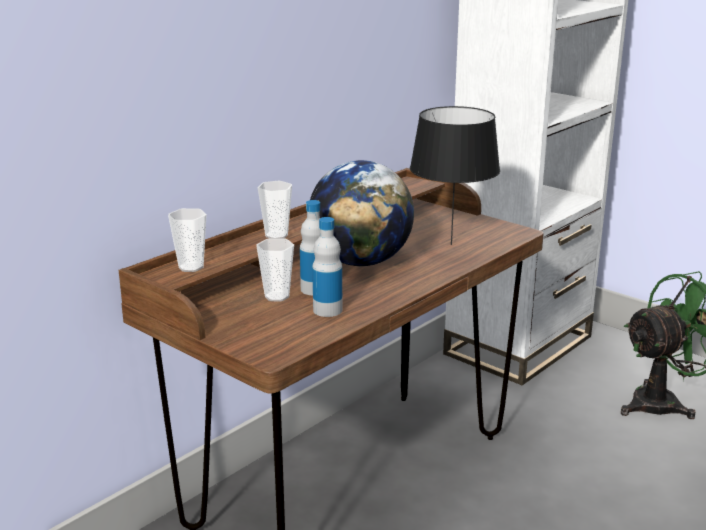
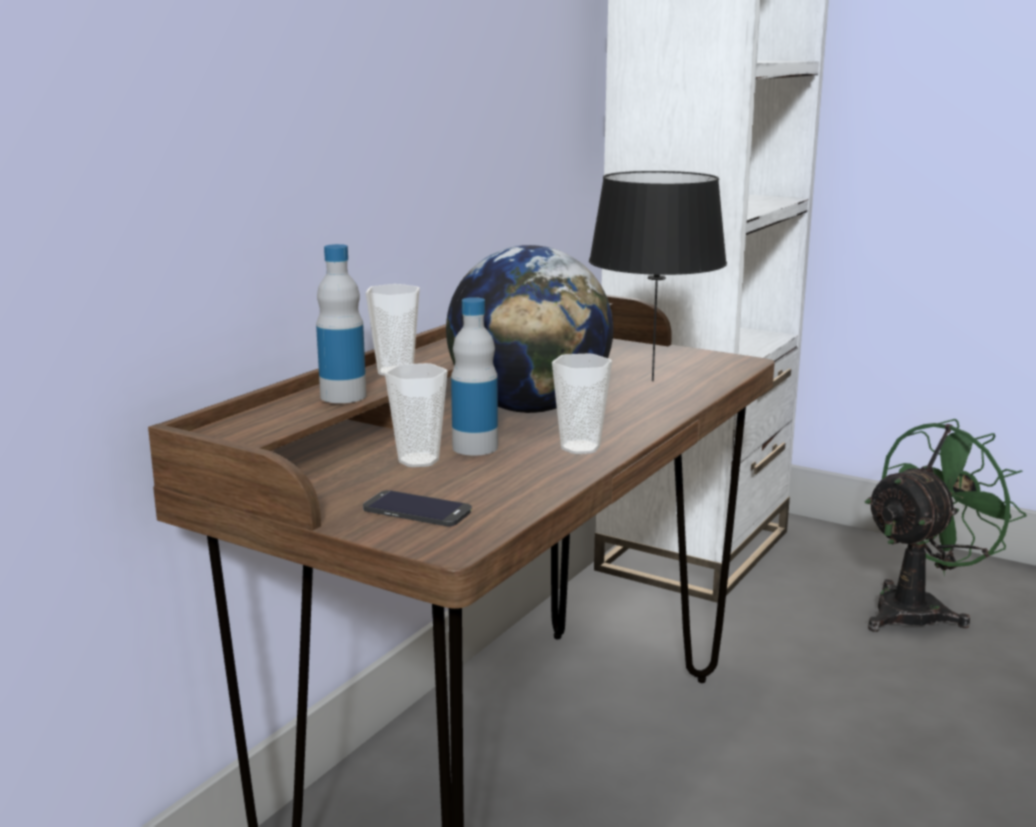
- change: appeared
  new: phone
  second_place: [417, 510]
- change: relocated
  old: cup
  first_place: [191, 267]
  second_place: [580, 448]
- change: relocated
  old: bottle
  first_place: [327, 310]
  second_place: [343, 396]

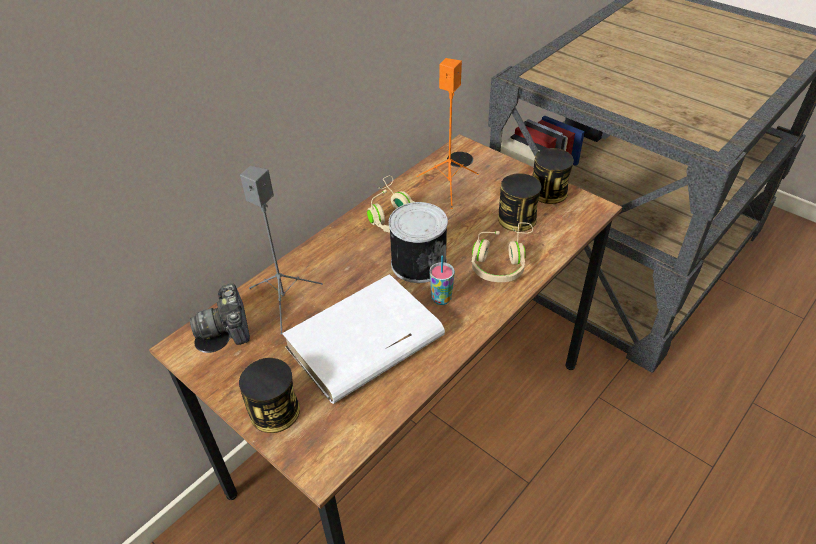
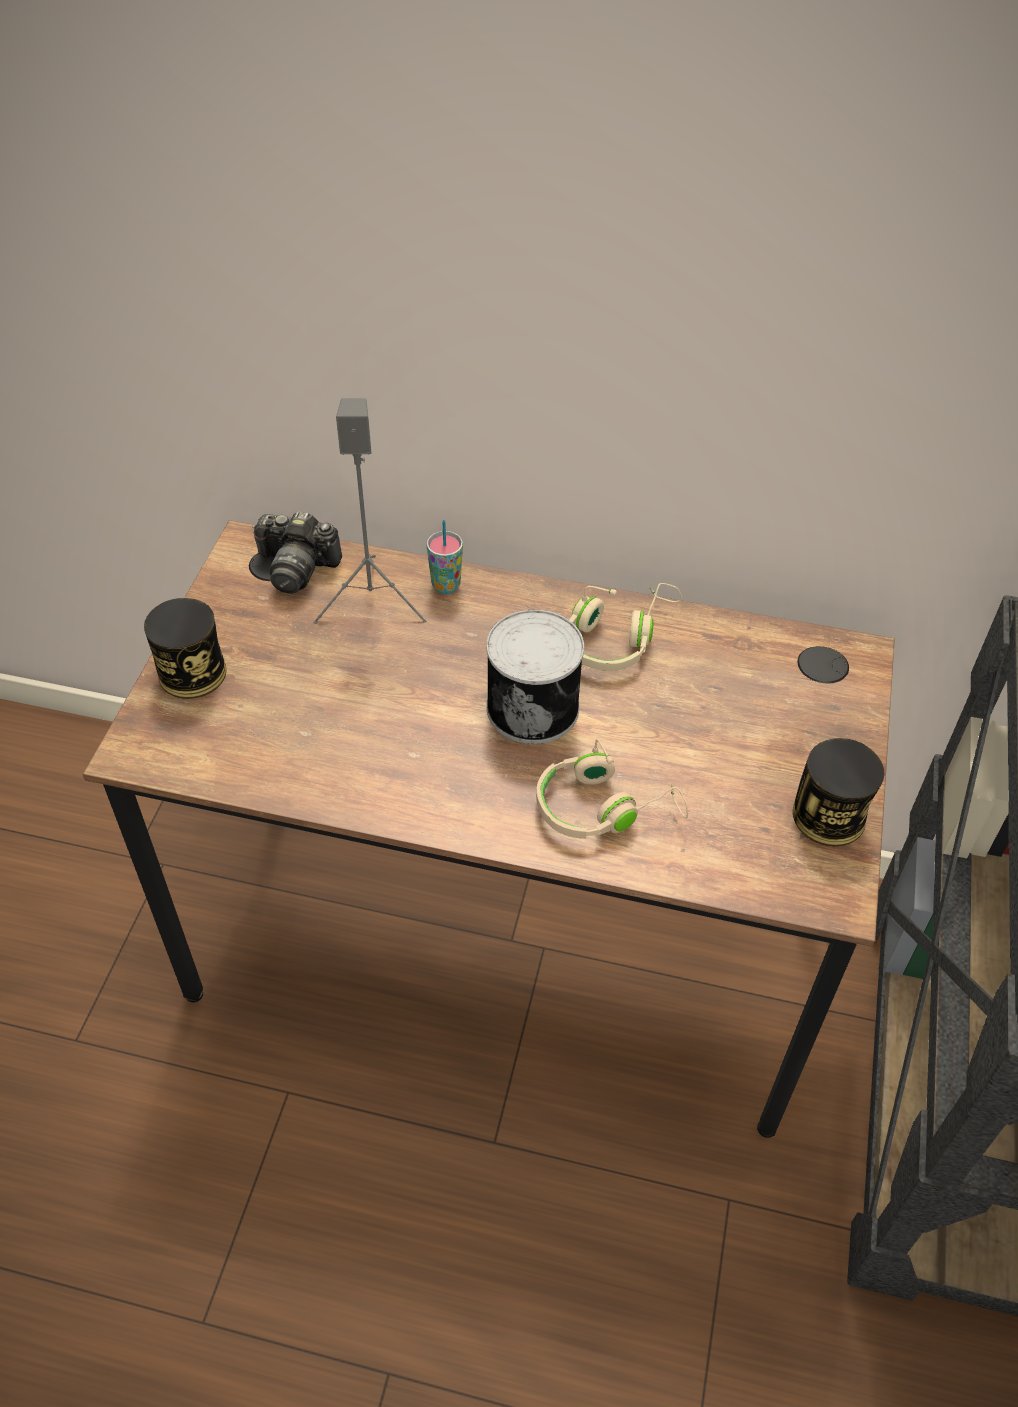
- change: missing
  old: white_book
  first_place: [363, 343]
- change: missing
  old: orange_speaker
  first_place: [449, 185]
- change: missing
  old: can
  first_place: [517, 219]
- change: relocated
  old: cup
  first_place: [441, 299]
  second_place: [446, 585]
- change: spun
  old: photo_camera
  first_place: [227, 327]
  second_place: [297, 567]
  degrees: -120

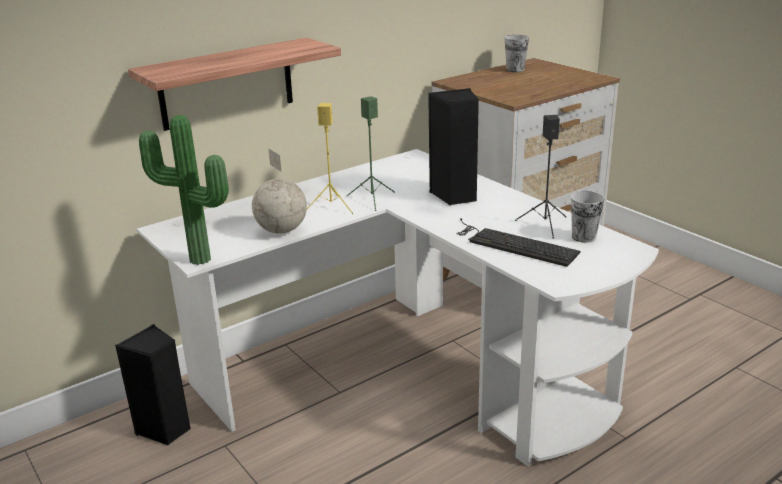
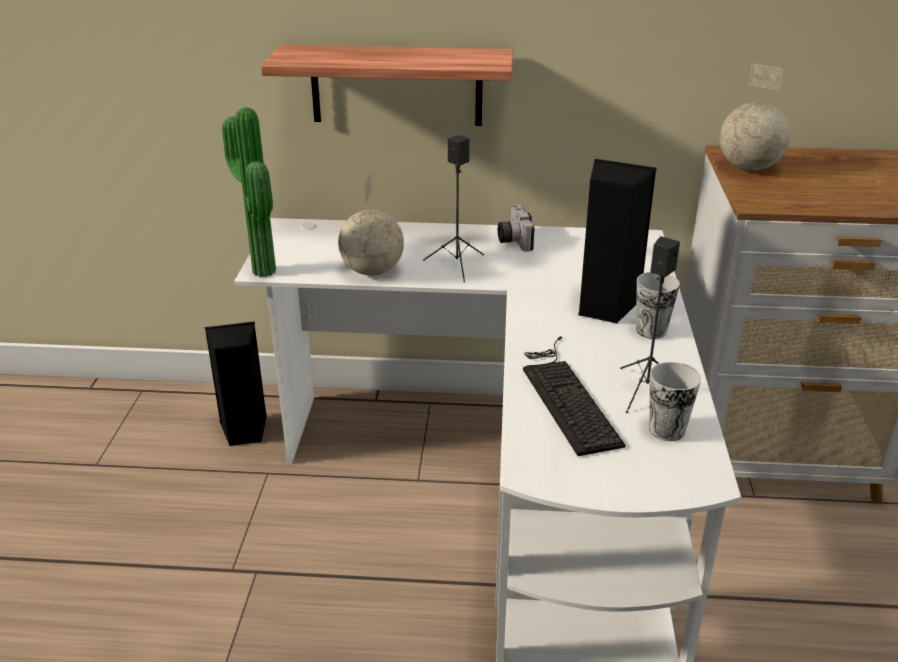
- change: missing
  old: green_speaker
  first_place: [372, 199]
- change: appeared
  new: photo_camera
  second_place: [512, 240]
- change: appeared
  new: globe
  second_place: [749, 168]
- change: relocated
  old: cup
  first_place: [515, 70]
  second_place: [651, 331]
- change: colour
  old: yellow_speaker
  new: black_speaker
  first_place: [332, 207]
  second_place: [457, 265]

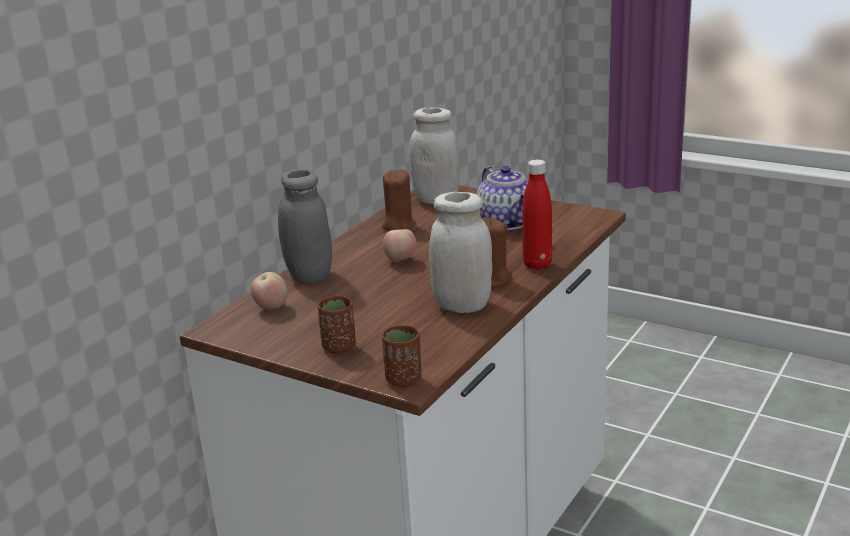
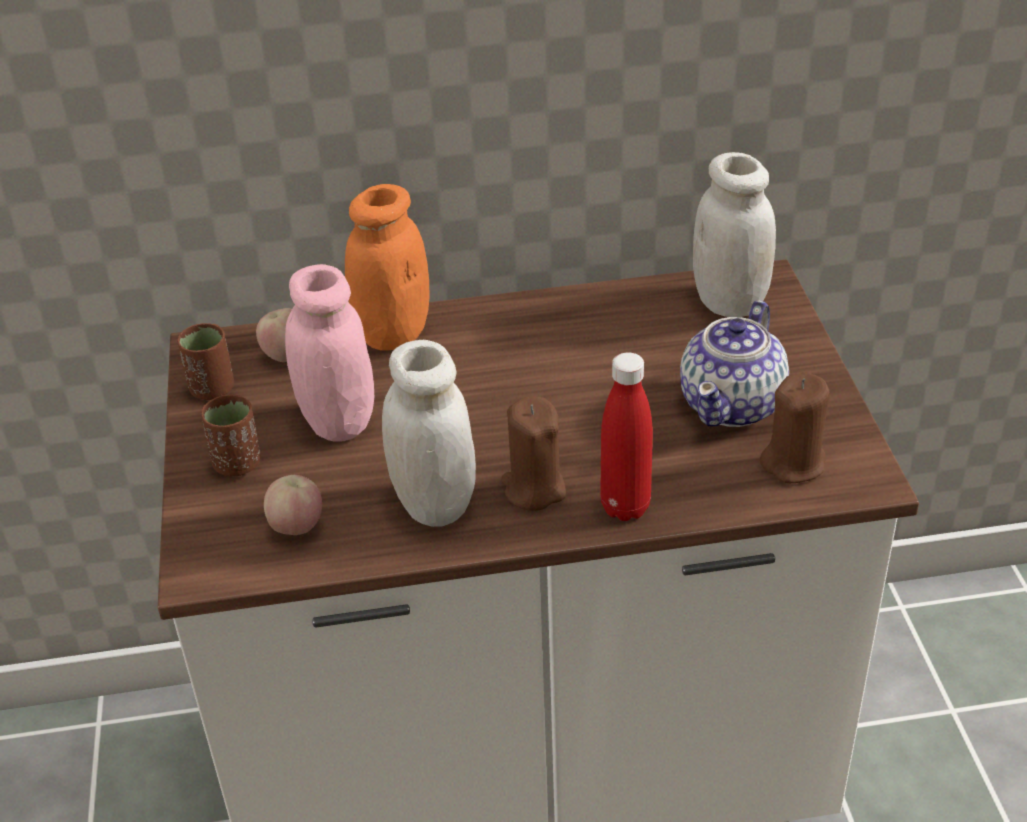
- change: appeared
  new: pink_jar
  second_place: [338, 421]
- change: relocated
  old: brown_candle
  first_place: [398, 225]
  second_place: [793, 463]
- change: relocated
  old: brown_cup
  first_place: [403, 379]
  second_place: [212, 389]
- change: relocated
  old: apple
  first_place: [400, 260]
  second_place: [297, 527]
- change: colour
  old: grey_jar
  new: orange_jar
  first_place: [309, 275]
  second_place: [393, 334]

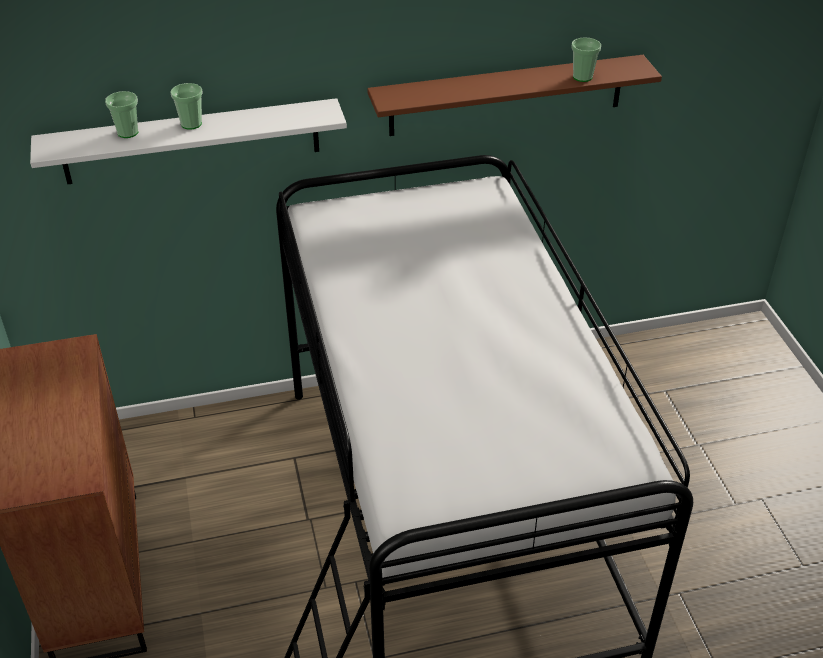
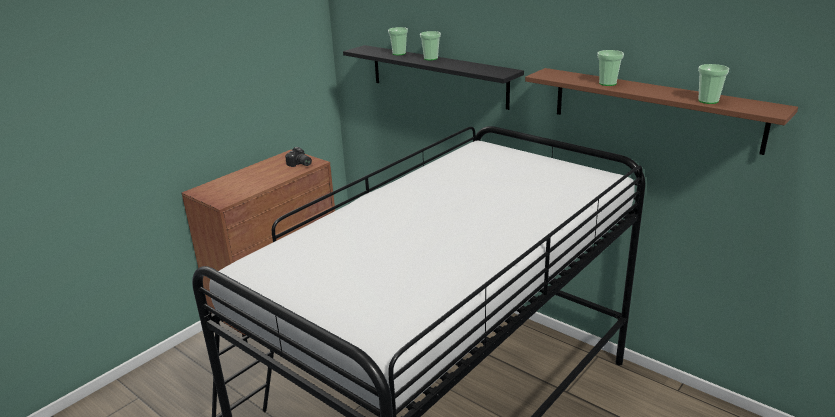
- change: appeared
  new: photo_camera
  second_place: [300, 164]
- change: appeared
  new: cup
  second_place: [607, 83]
- change: colour
  old: white_shelf
  new: black_shelf
  first_place: [191, 141]
  second_place: [437, 76]

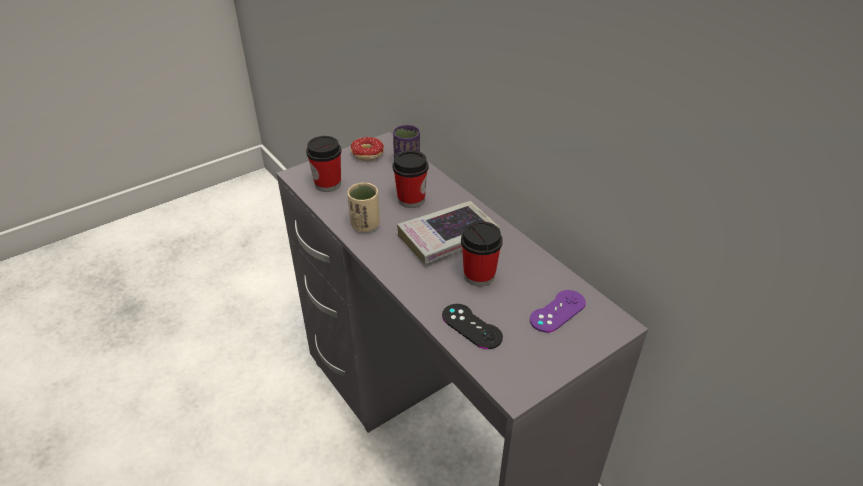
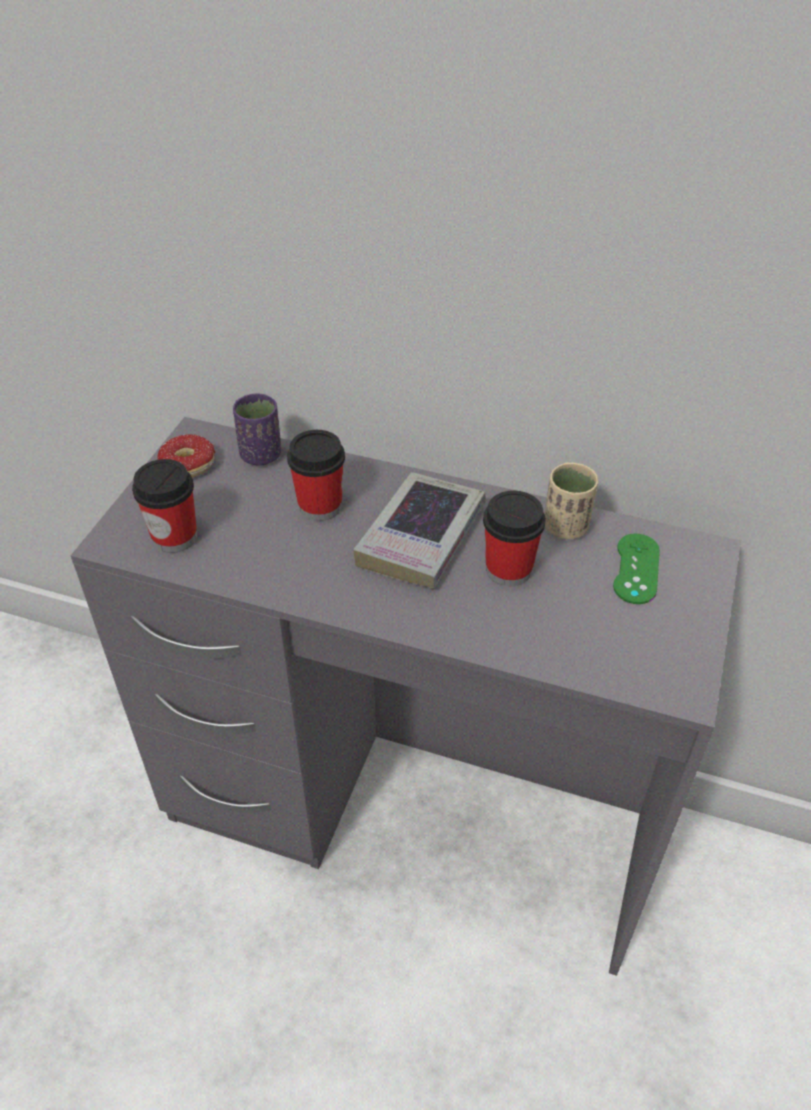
- change: missing
  old: black_game_controller
  first_place: [471, 326]
- change: relocated
  old: beige_cup
  first_place: [365, 225]
  second_place: [565, 527]
- change: colour
  old: purple_game_controller
  new: green_game_controller
  first_place: [557, 311]
  second_place: [636, 569]

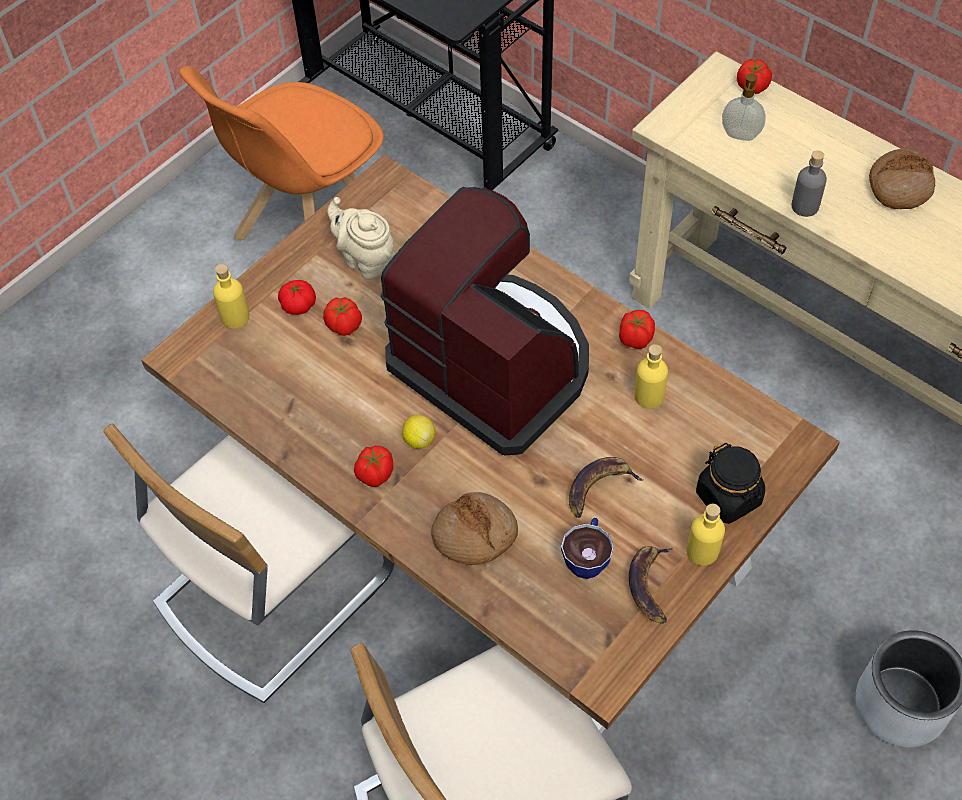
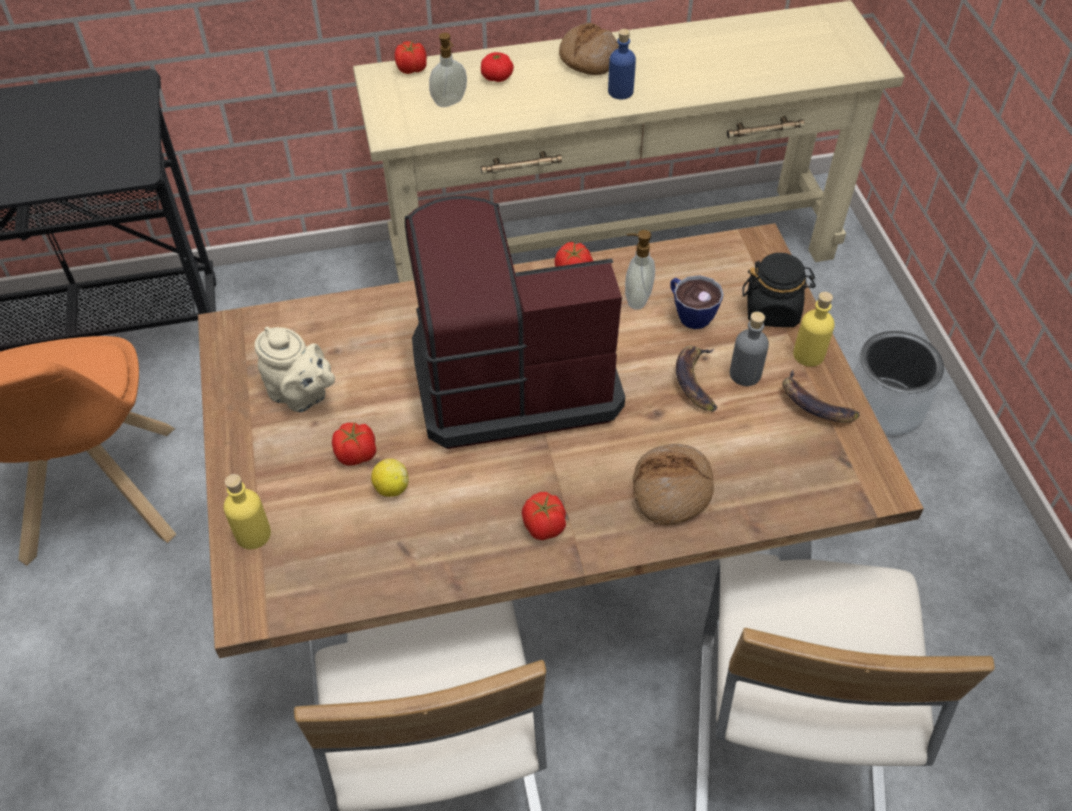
- change: appeared
  new: blue_bottle
  second_place: [620, 91]
- change: relocated
  old: tomato
  first_place: [298, 305]
  second_place: [497, 77]
- change: relocated
  old: lemon
  first_place: [419, 440]
  second_place: [391, 488]
- change: relocated
  old: cup
  first_place: [587, 557]
  second_place: [689, 313]
- change: relocated
  old: grey_bottle
  first_place: [804, 206]
  second_place: [745, 374]
- change: exchanged
  old: yellow_bottle
  new: soap_dispenser
  first_place: [649, 396]
  second_place: [636, 299]
- change: spun
  old: beige_teapot
  first_place: [366, 260]
  second_place: [301, 396]
  degrees: -135

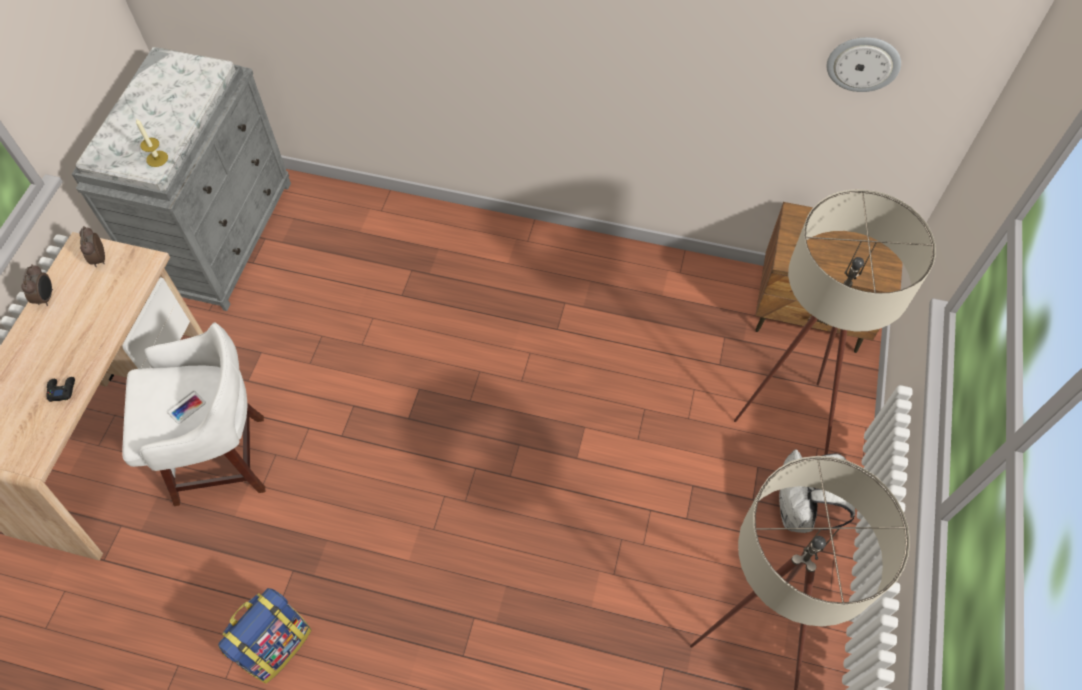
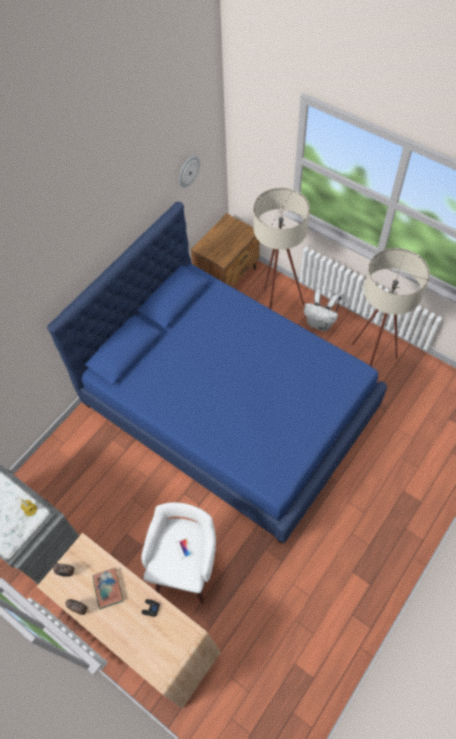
- change: missing
  old: backpack
  first_place: [275, 644]
- change: appeared
  new: blue_bed
  second_place: [229, 406]
- change: appeared
  new: book
  second_place: [108, 588]

